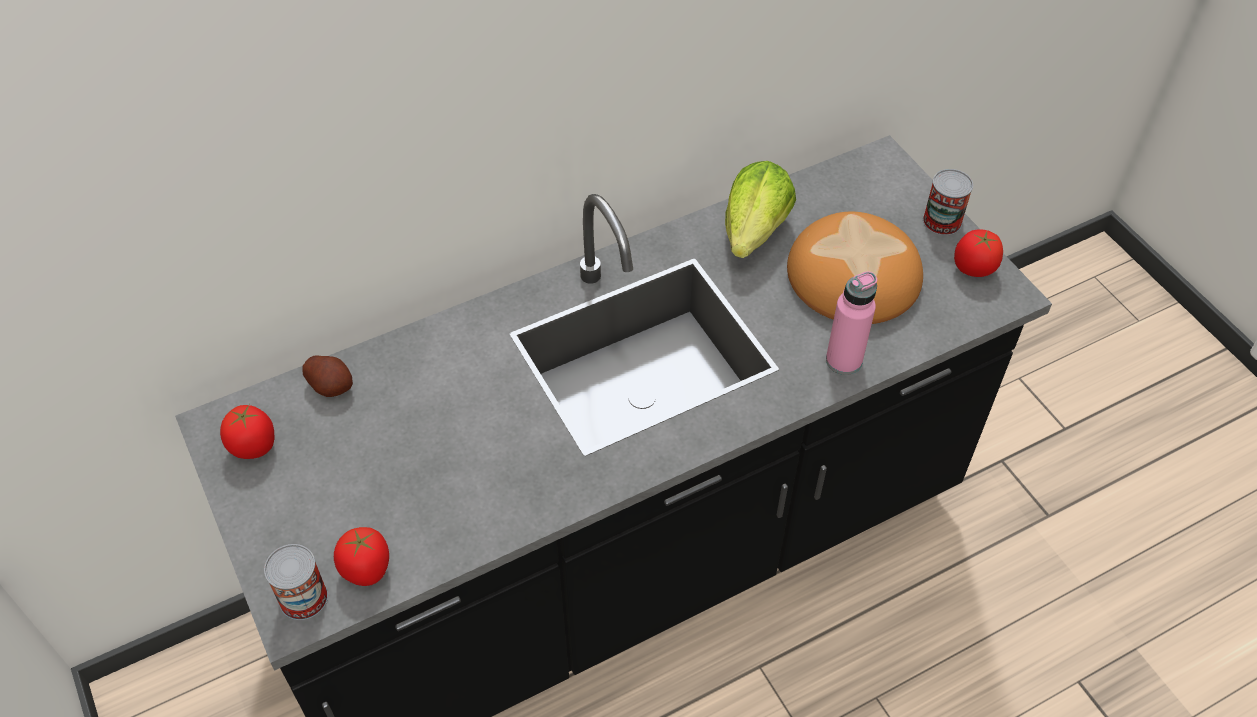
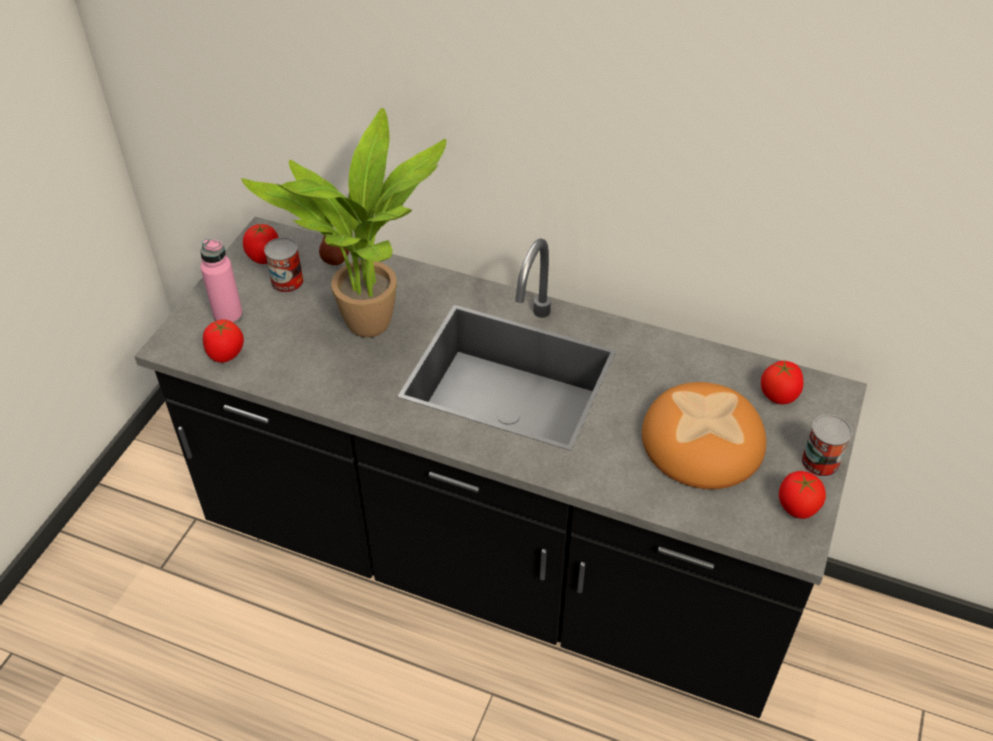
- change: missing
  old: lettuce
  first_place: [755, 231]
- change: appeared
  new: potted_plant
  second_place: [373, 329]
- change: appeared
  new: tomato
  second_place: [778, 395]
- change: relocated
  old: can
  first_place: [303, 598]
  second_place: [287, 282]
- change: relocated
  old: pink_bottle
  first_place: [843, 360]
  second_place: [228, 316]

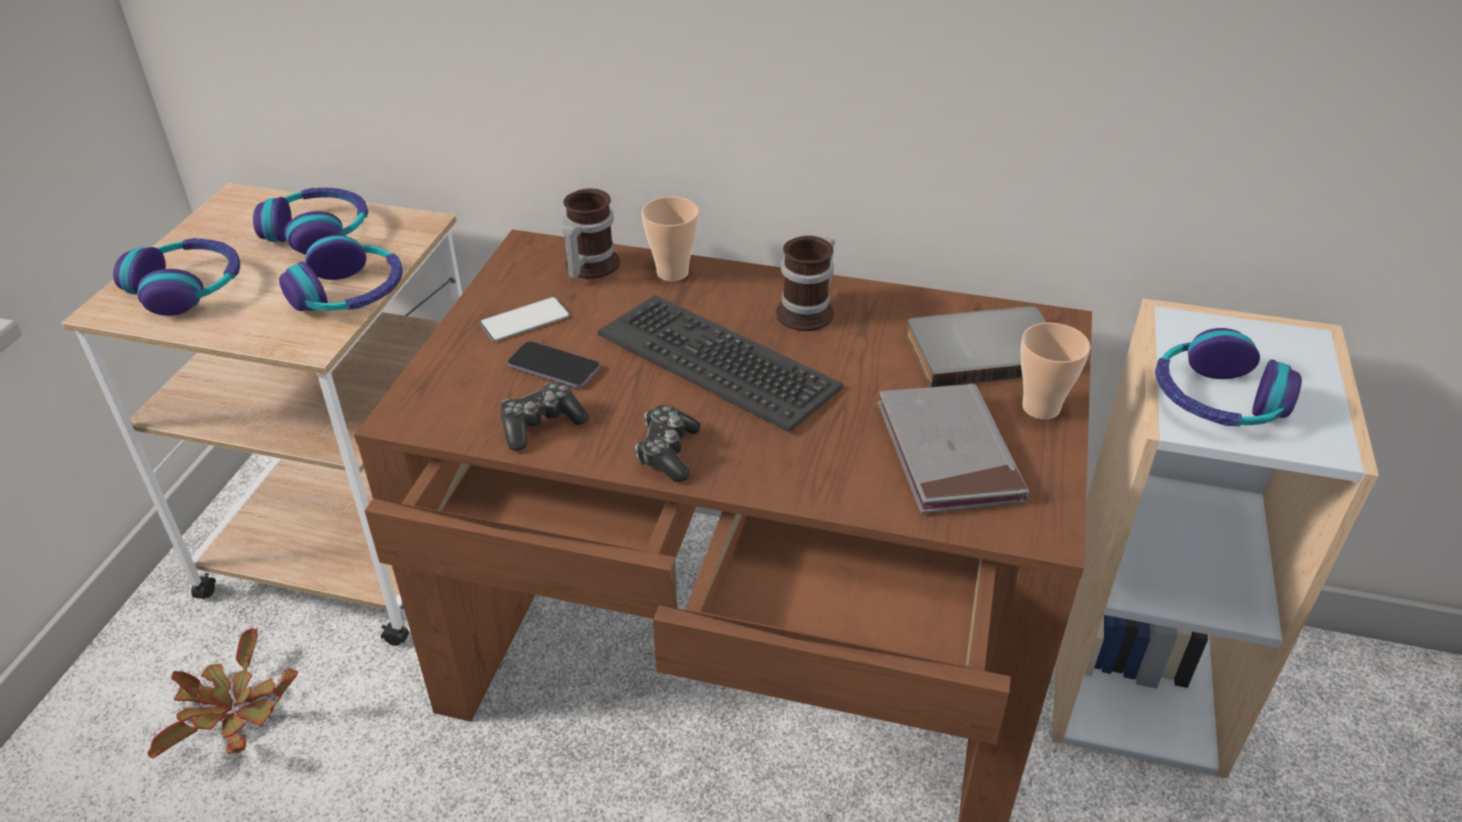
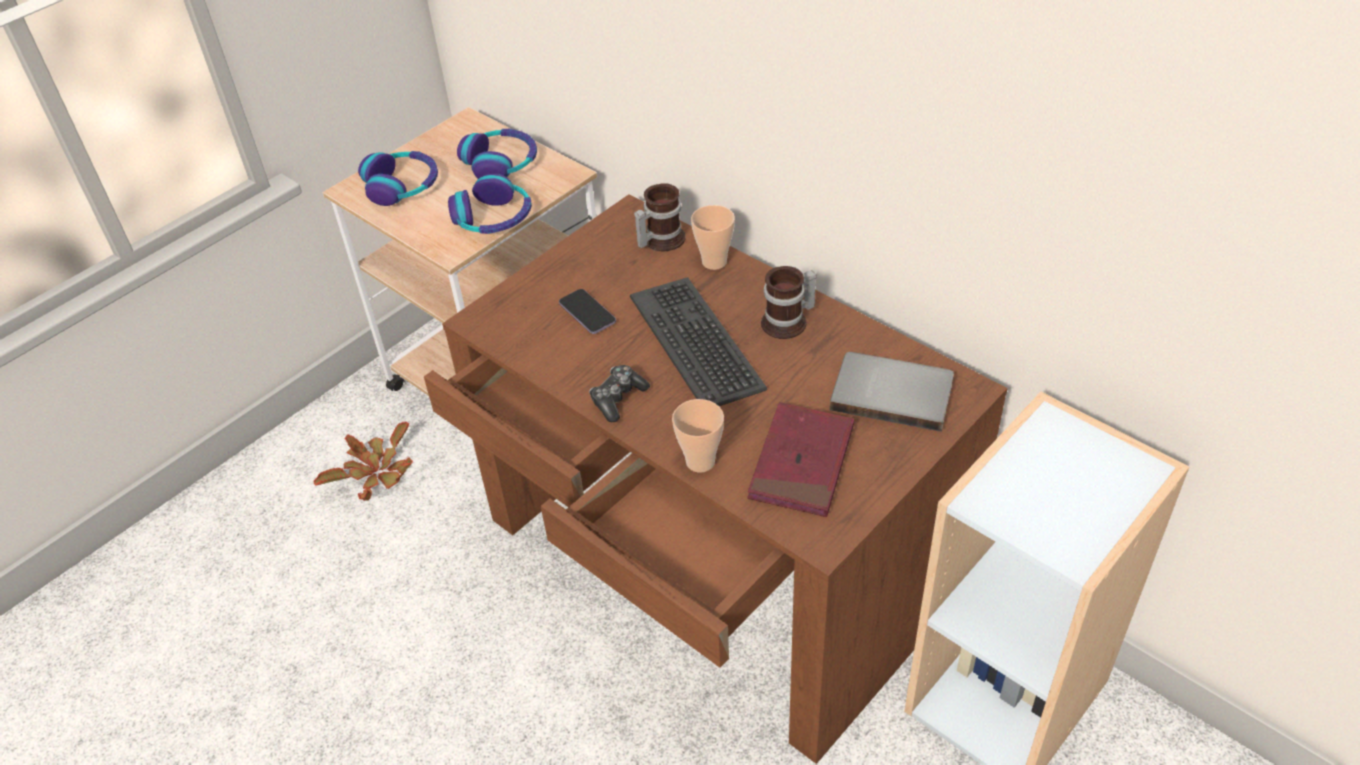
- change: missing
  old: phone
  first_place: [524, 320]
- change: missing
  old: game_controller
  first_place: [541, 425]
- change: missing
  old: headphones
  first_place: [1217, 400]
- change: relocated
  old: cup
  first_place: [1041, 408]
  second_place: [700, 461]
- change: colour
  old: grey_book
  new: red_book
  first_place: [948, 453]
  second_place: [801, 463]

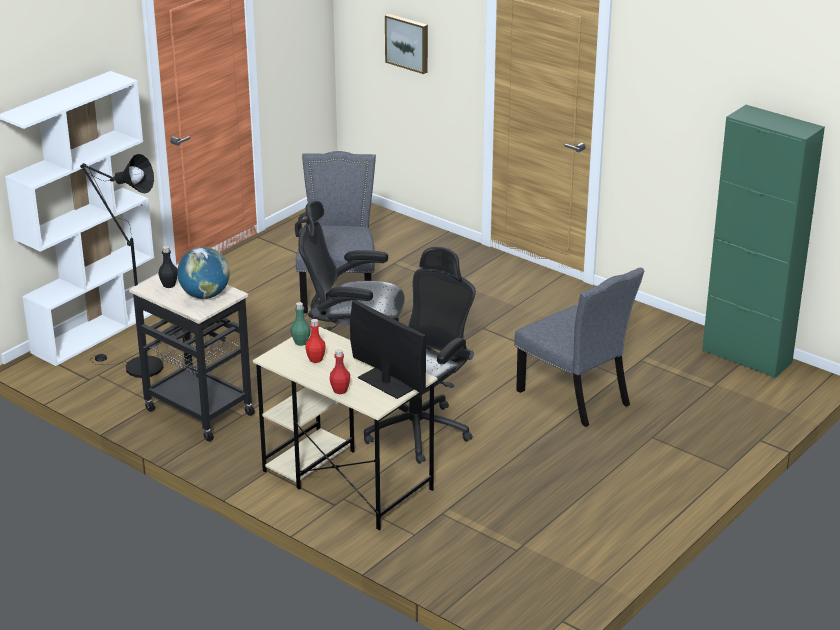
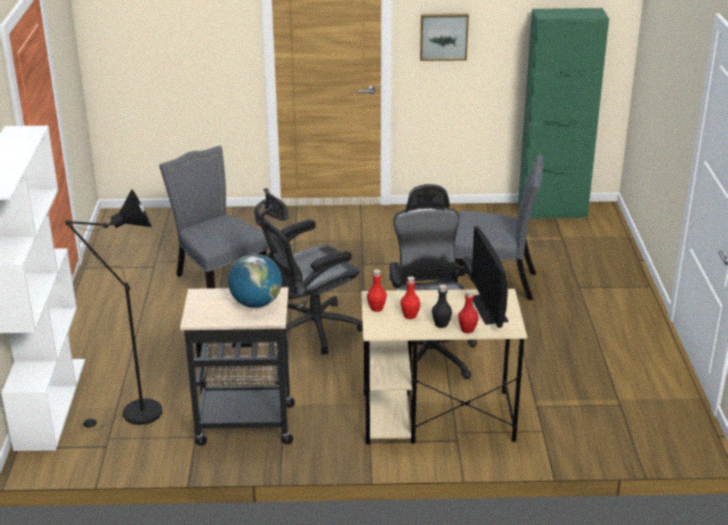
- change: relocated
  old: black_bottle
  first_place: [169, 285]
  second_place: [441, 324]
- change: relocated
  old: picture
  first_place: [408, 43]
  second_place: [443, 36]
- change: colour
  old: green_bottle
  new: red_bottle
  first_place: [301, 342]
  second_place: [376, 308]
- change: spun
  old: monitor
  first_place: [386, 383]
  second_place: [489, 309]
  degrees: -105

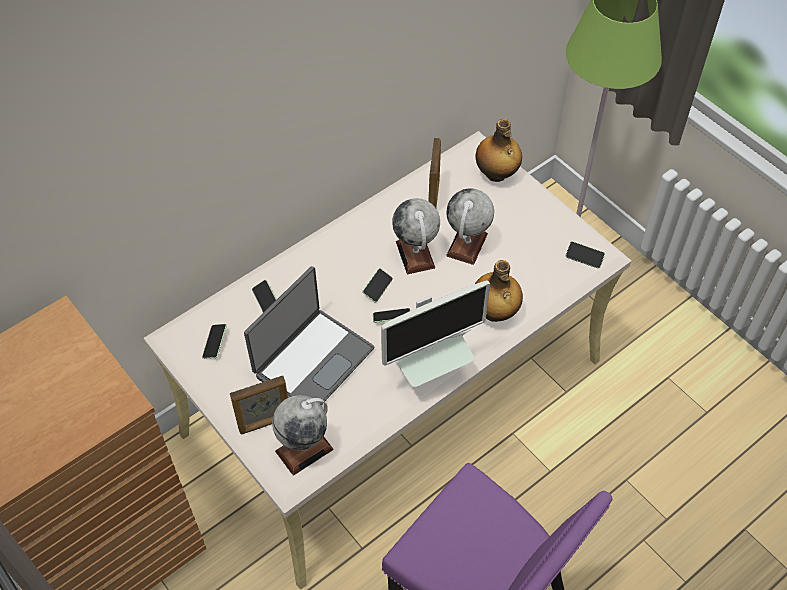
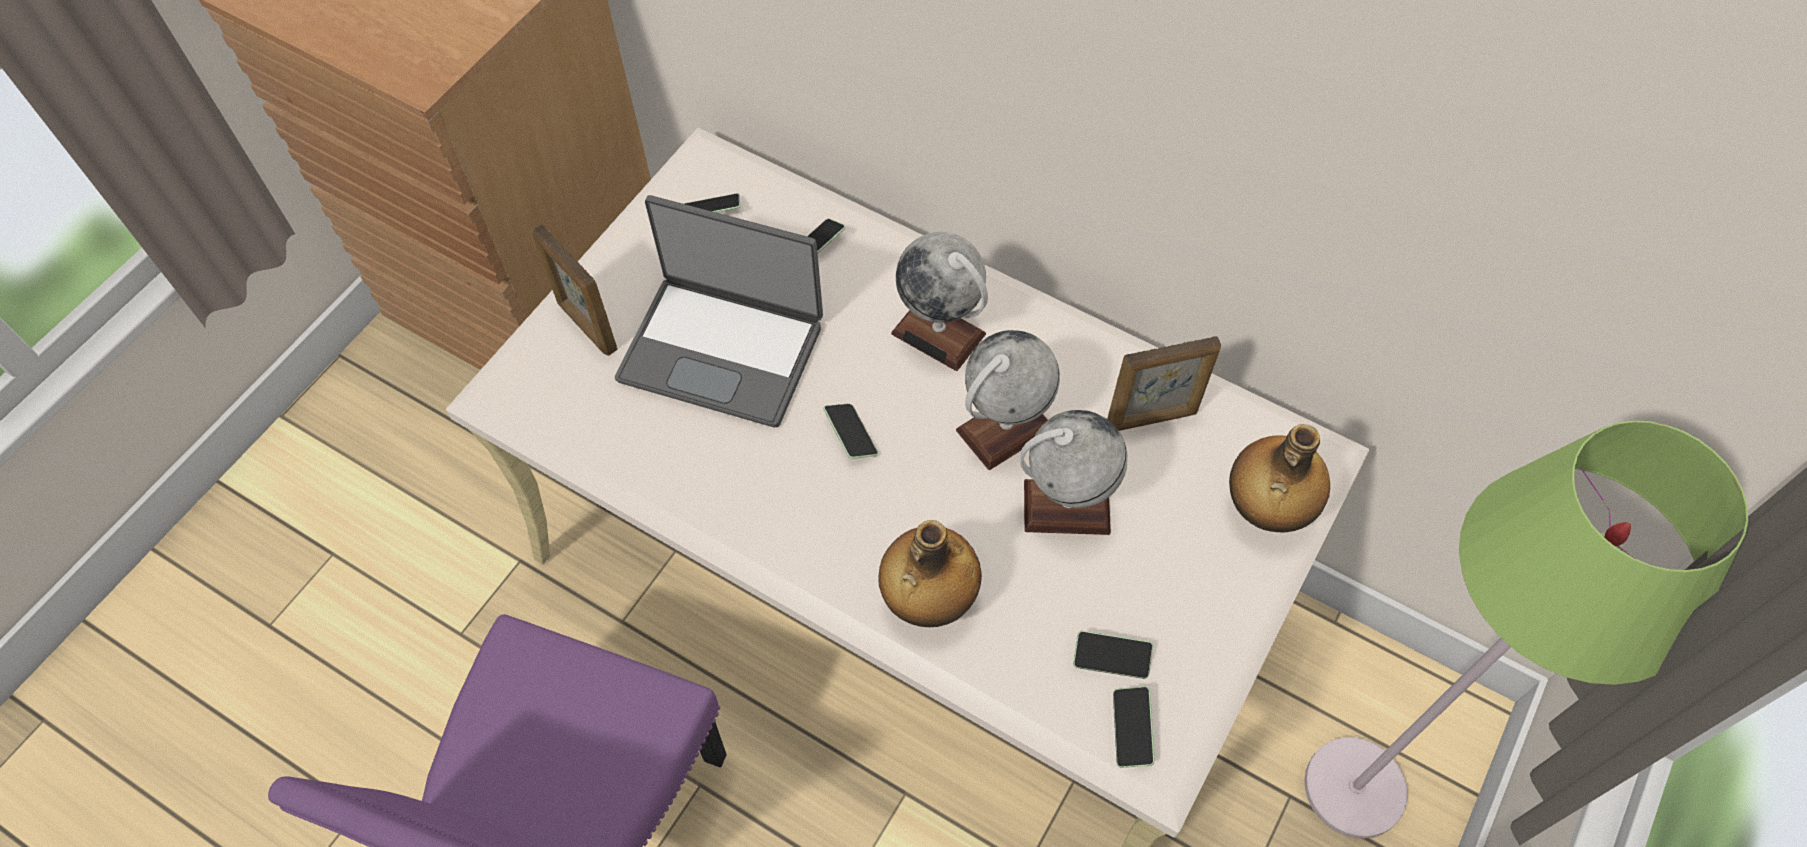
- change: missing
  old: monitor
  first_place: [429, 369]
- change: relocated
  old: globe
  first_place: [304, 450]
  second_place: [939, 333]
- change: relocated
  old: phone
  first_place: [377, 288]
  second_place: [1111, 658]

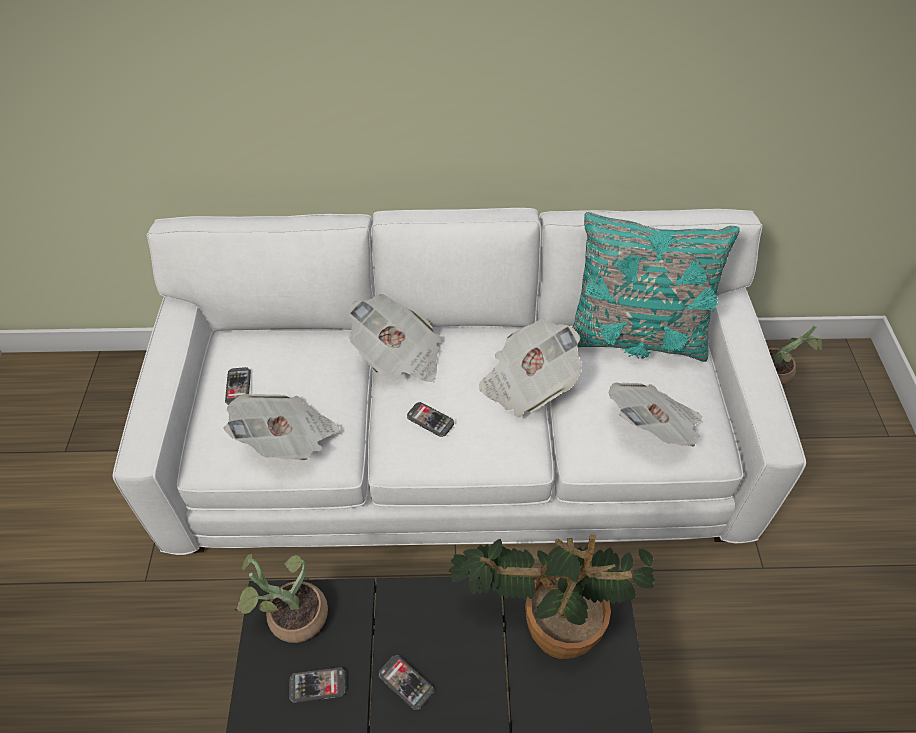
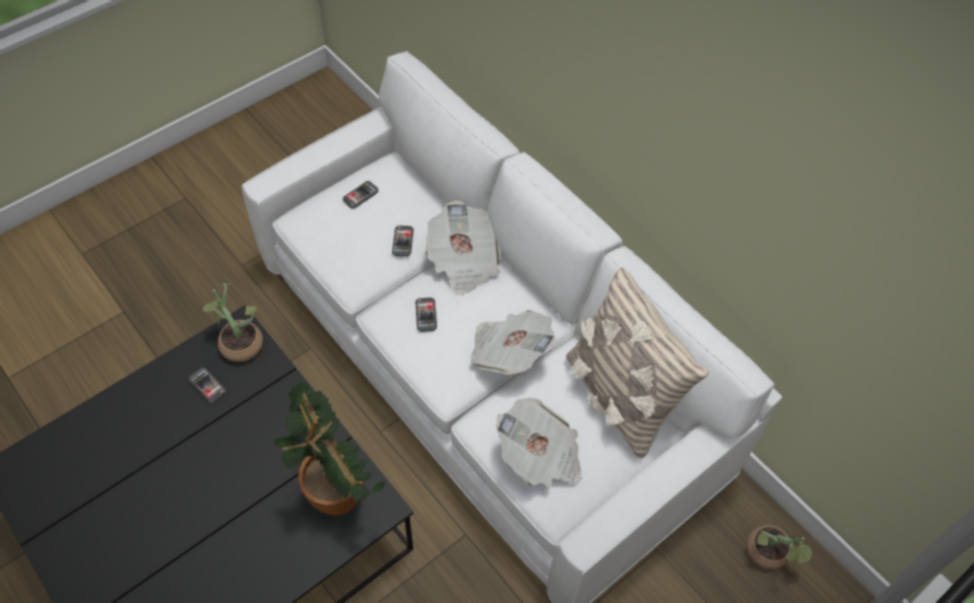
- change: missing
  old: newspaper
  first_place: [288, 440]
- change: relocated
  old: phone
  first_place: [406, 682]
  second_place: [403, 242]
- change: colour
  old: turquoise_pillow
  new: beige_pillow
  first_place: [635, 339]
  second_place: [618, 397]

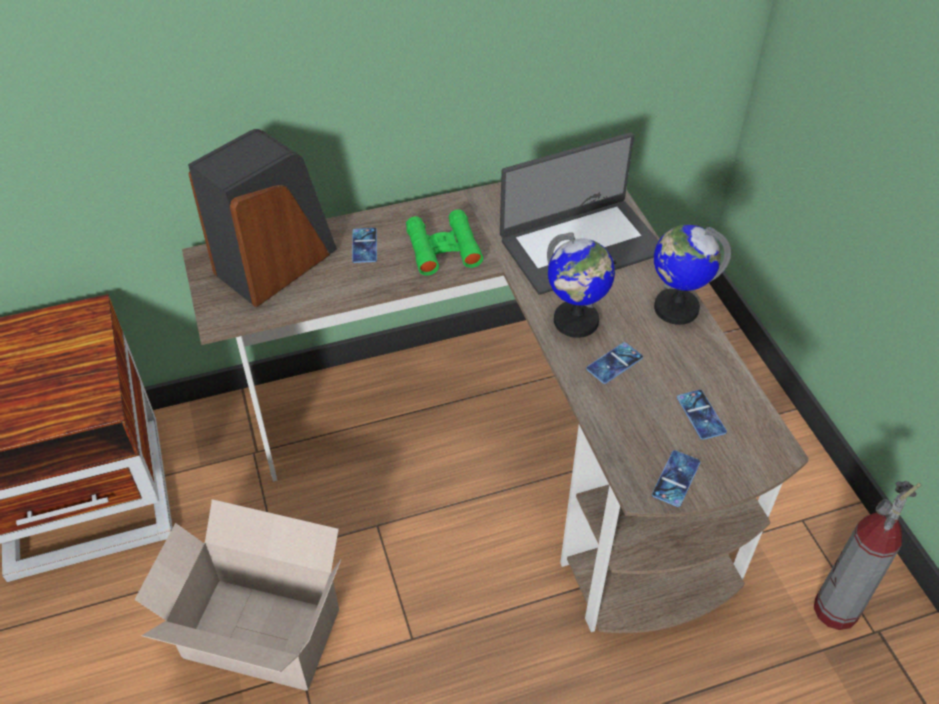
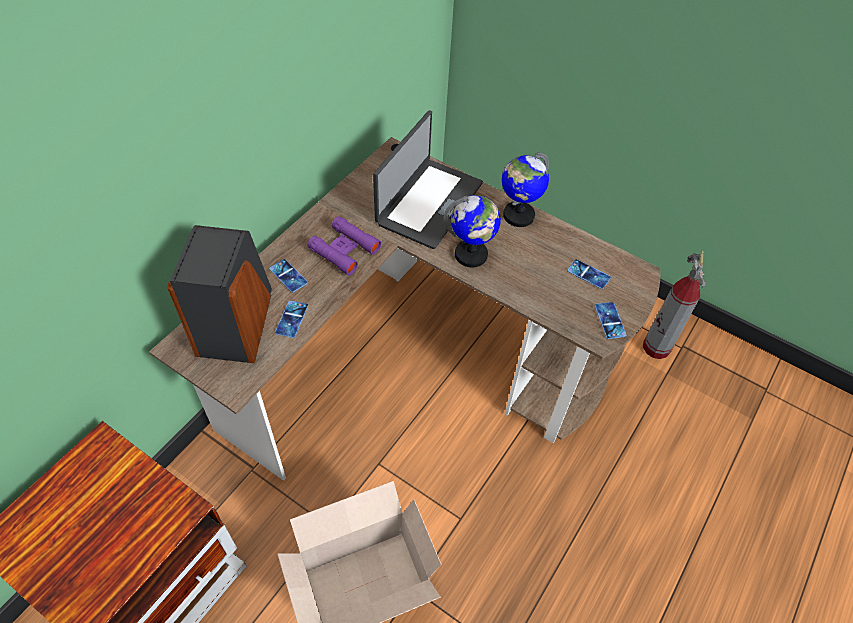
- change: relocated
  old: phone
  first_place: [614, 363]
  second_place: [292, 319]
- change: colour
  old: green_binoculars
  new: purple_binoculars
  first_place: [443, 248]
  second_place: [344, 250]

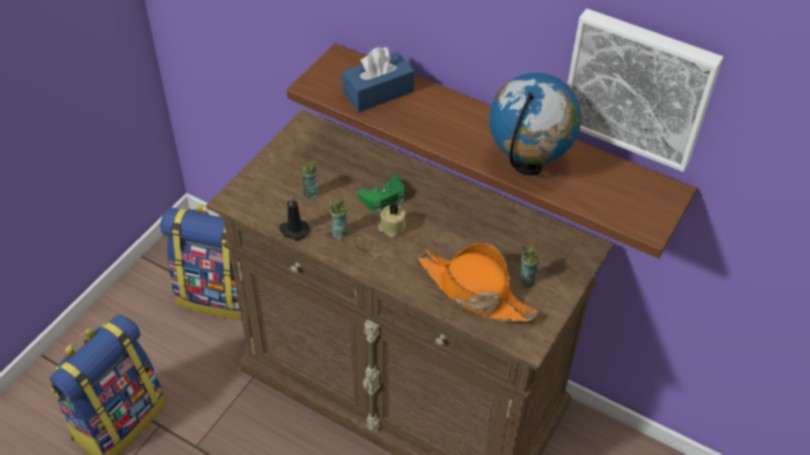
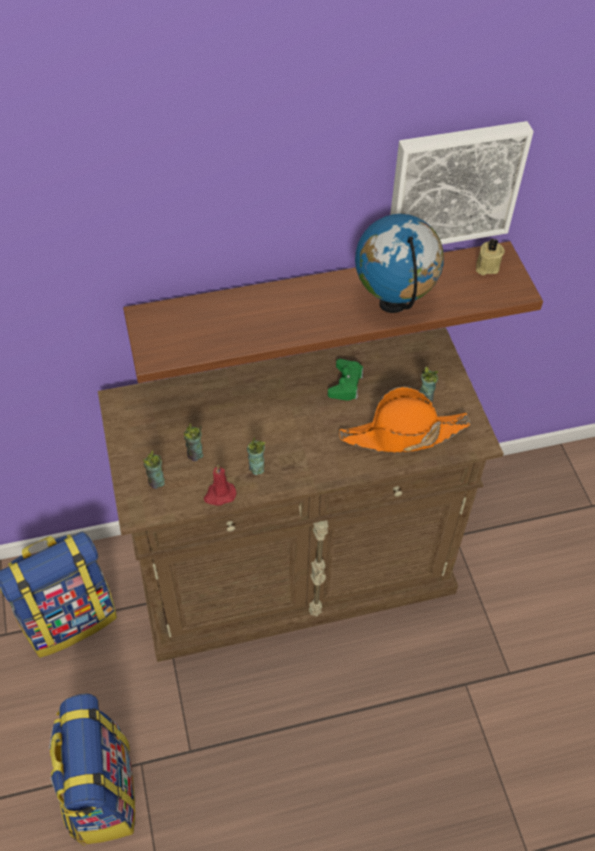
- change: missing
  old: blue_tissue_box
  first_place: [378, 92]
- change: appeared
  new: cup
  second_place: [156, 482]
- change: relocated
  old: green_game_controller
  first_place: [383, 198]
  second_place: [346, 384]
- change: relocated
  old: beige_candle
  first_place: [392, 228]
  second_place: [486, 267]
- change: colour
  old: black_candle
  new: red_candle
  first_place: [293, 230]
  second_place: [219, 495]

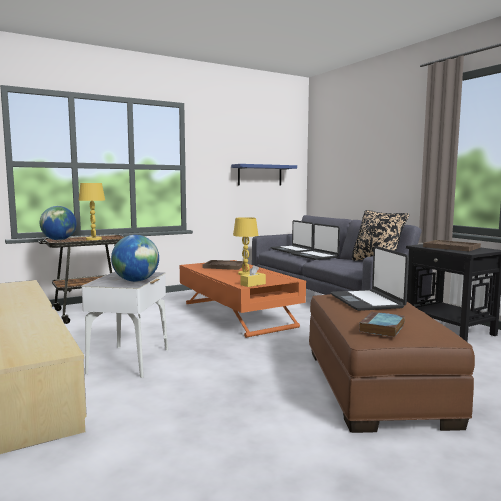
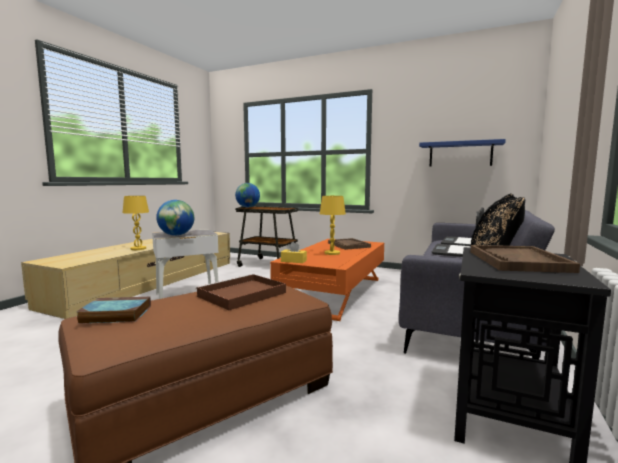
- change: relocated
  old: yellow_table_lamp
  first_place: [93, 239]
  second_place: [138, 248]
- change: exchanged
  old: laptop
  new: brown_tray
  first_place: [367, 301]
  second_place: [241, 295]

